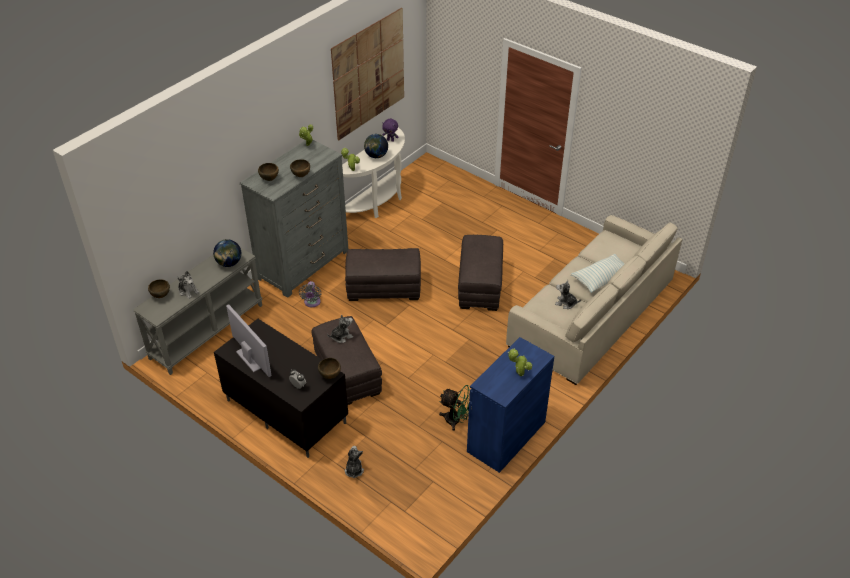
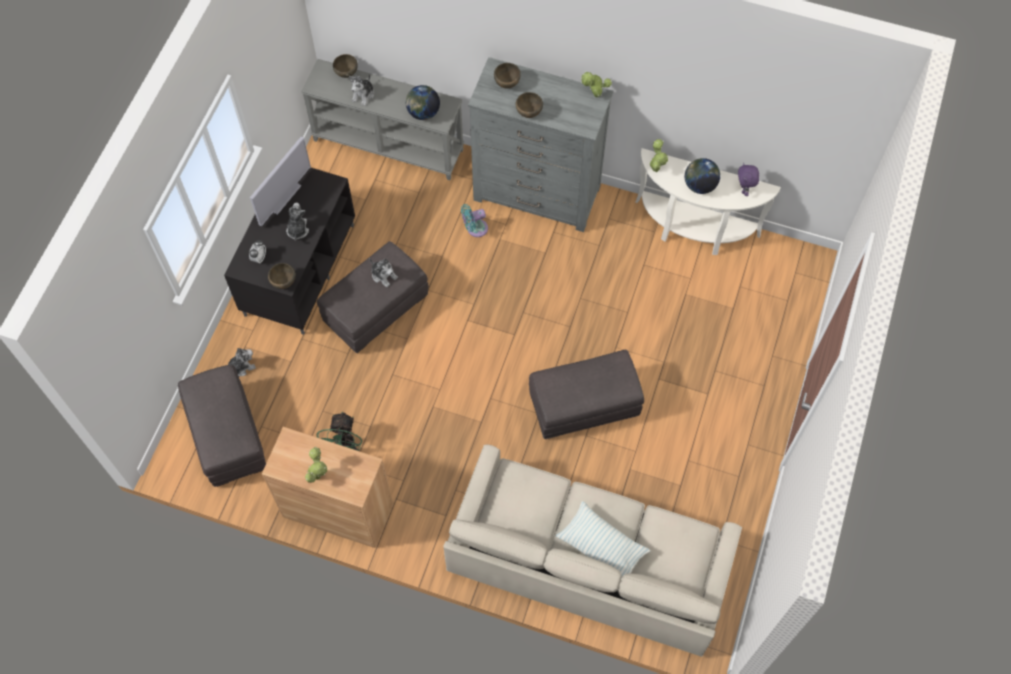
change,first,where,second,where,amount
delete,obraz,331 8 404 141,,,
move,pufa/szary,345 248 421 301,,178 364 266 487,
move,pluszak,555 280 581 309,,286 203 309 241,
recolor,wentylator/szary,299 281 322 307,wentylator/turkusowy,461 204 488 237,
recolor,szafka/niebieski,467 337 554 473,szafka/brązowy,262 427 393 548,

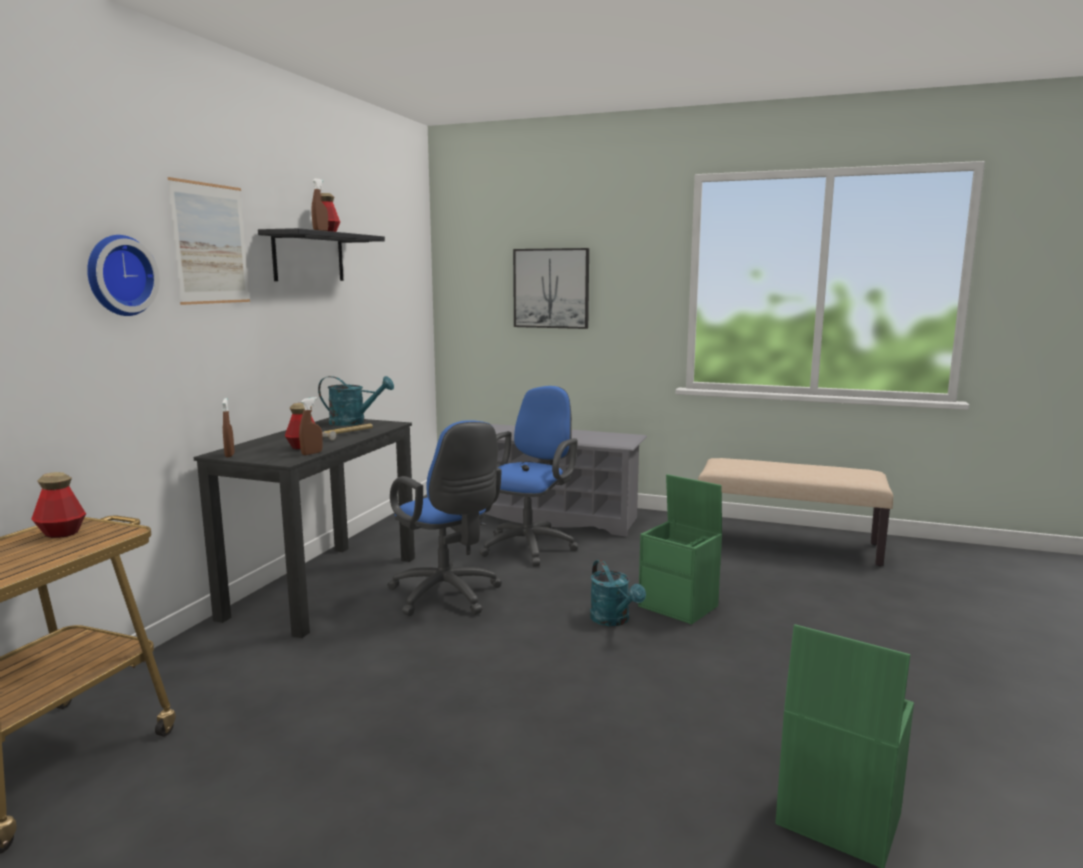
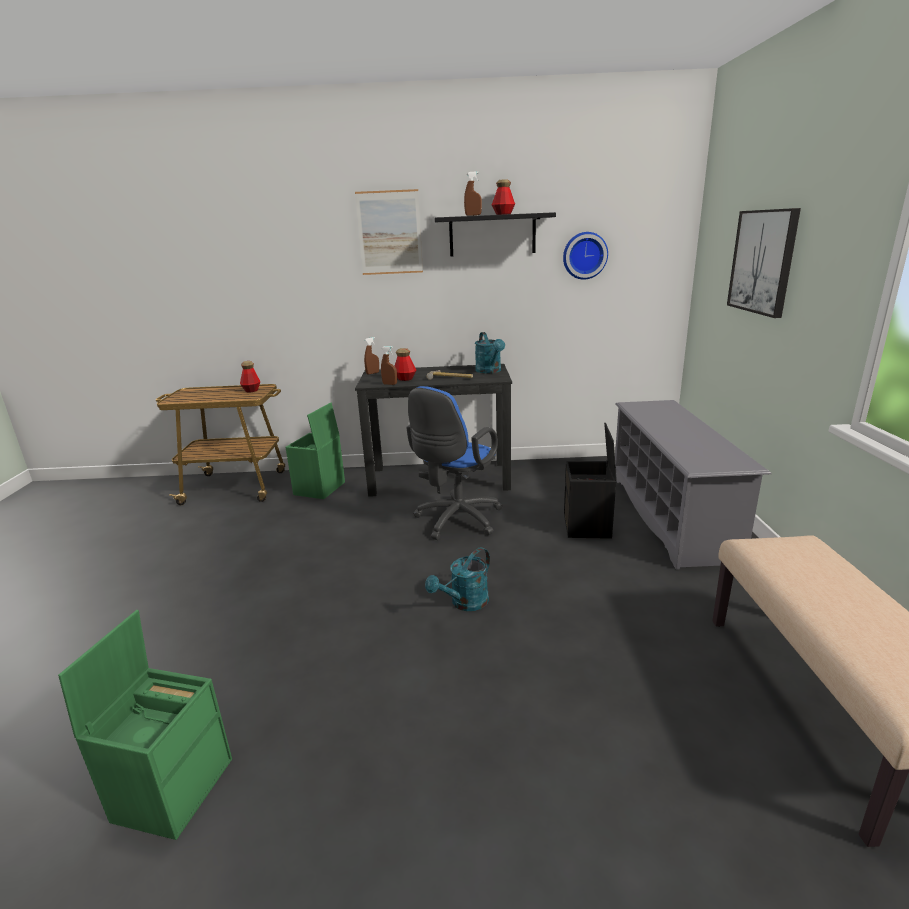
change,first,where,second,where,amount
move,zegar ścienny,87 235 160 316,,563 232 608 280,
replace,krzesło biurowe/niebieski,479 386 579 567,pojemnik do przechowywania/czarny,564 423 617 539,
move,pojemnik do przechowywania/zielony,638 474 722 624,,285 402 345 499,

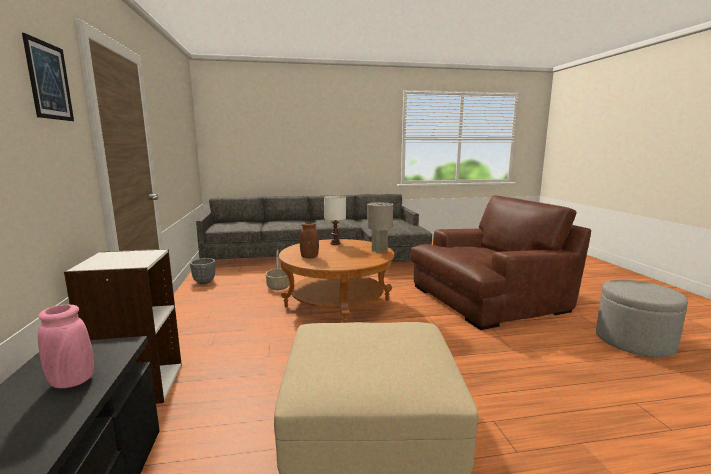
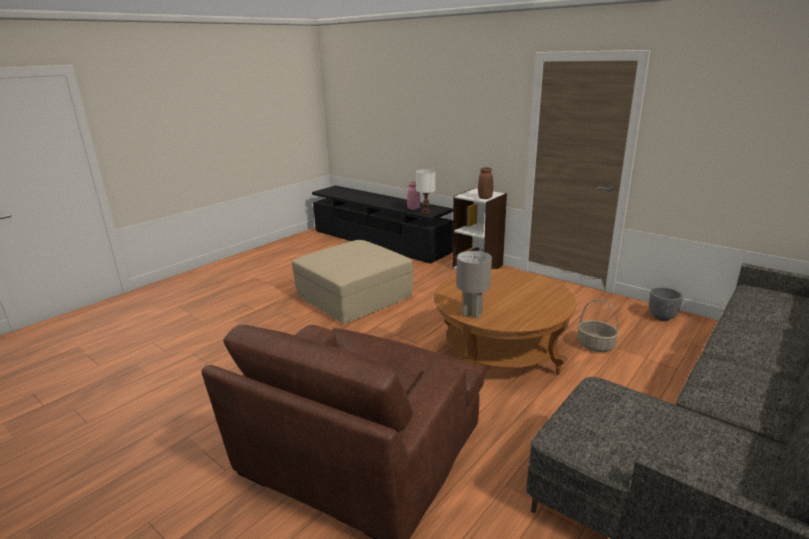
change,first,where,second,where,amount
delete,obraz,22 33 74 121,,,
move,lampa stołowa/biały,324 196 346 245,,416 169 436 214,
move,wazon/brązowy,300 222 319 258,,478 167 493 199,
delete,pufa/szary,596 280 688 357,,,

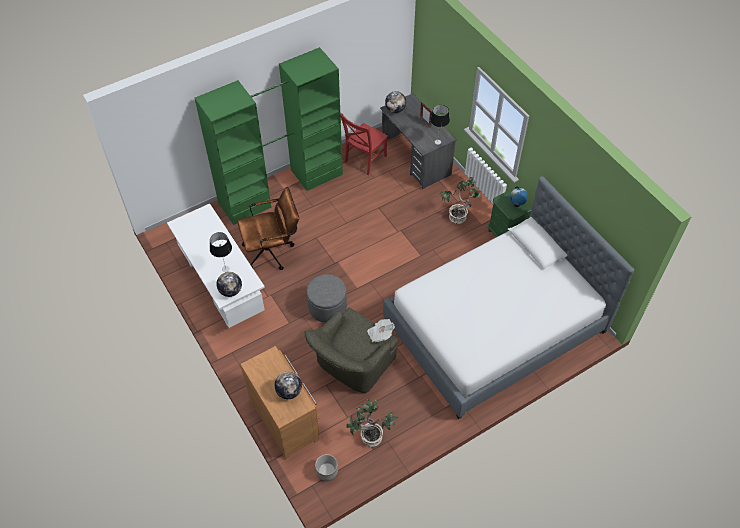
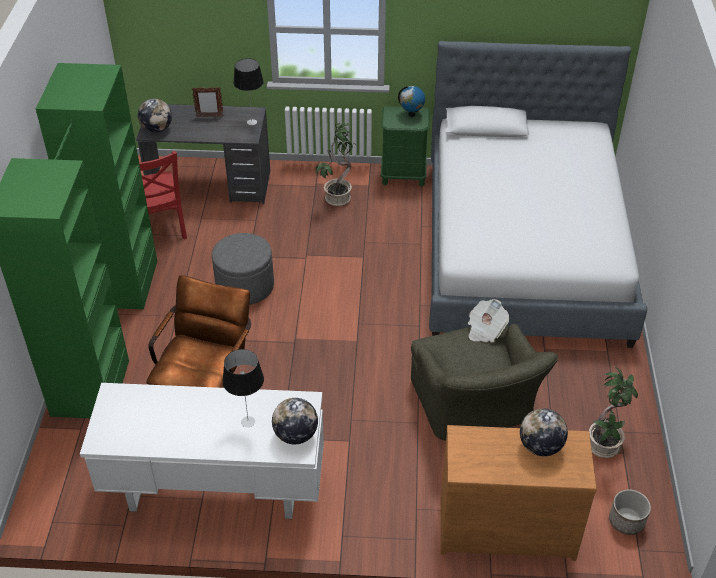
change,first,where,second,where,amount
move,pufa/szary,307 274 347 323,,212 233 274 305,

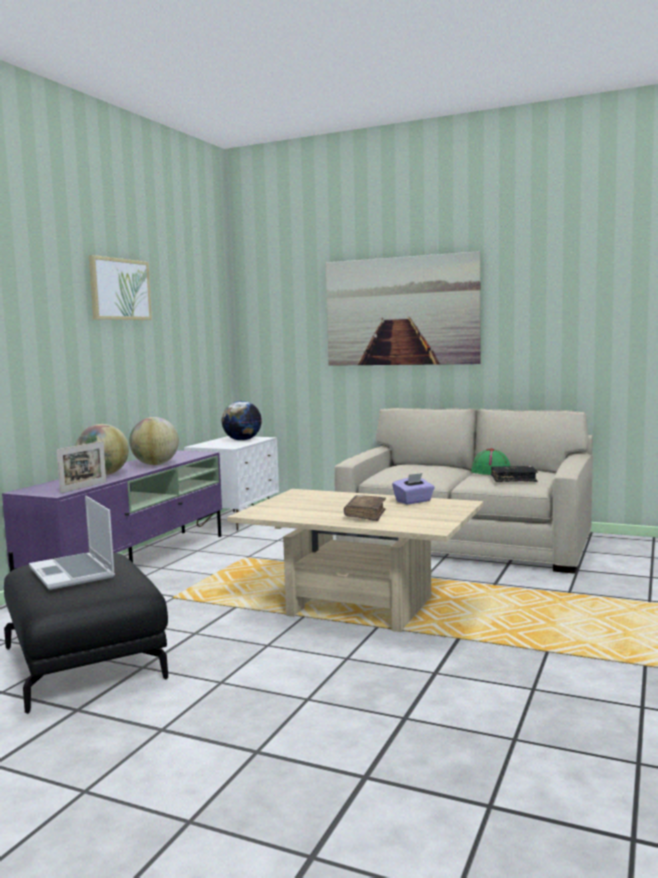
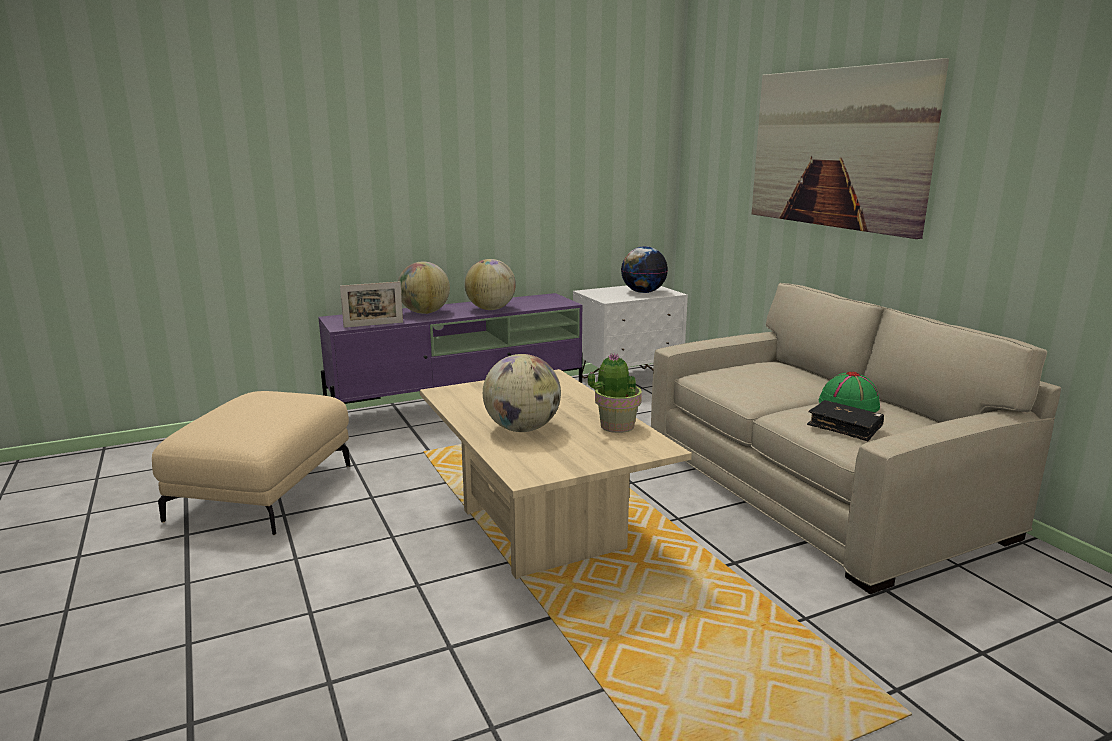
change,first,where,second,where,amount
delete,obraz,89 255 152 320,,,
replace,pudełko chusteczek/fioletowy,392 473 435 504,roślina doniczkowa,587 353 642 433,
replace,książka/brązowy,344 495 386 521,globus,483 354 561 432,
delete,laptop,29 496 115 590,,,
recolor,pufa/czarny,4 553 168 714,pufa/beżowy,152 391 350 535,

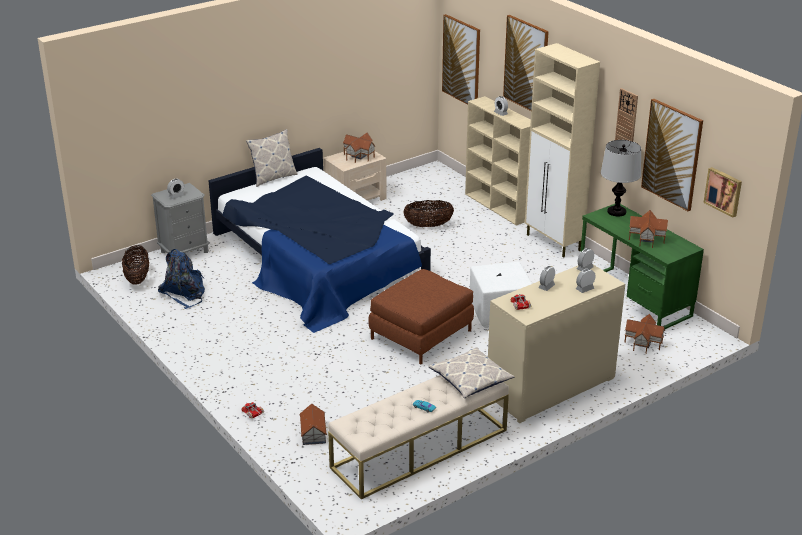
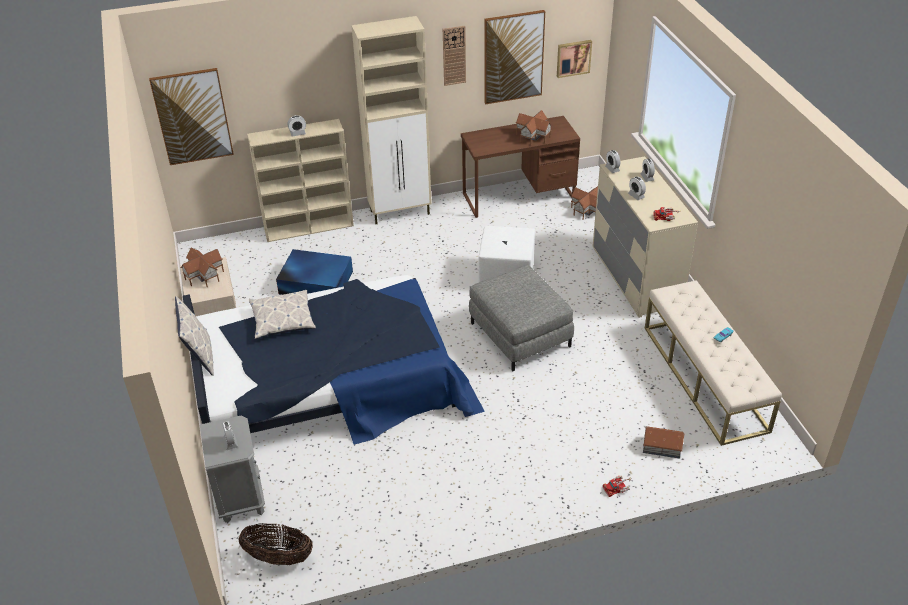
change,first,where,second,where,amount
delete,obraz,503 15 549 111,,,
delete,lampa stołowa,601 140 641 216,,,
replace,koszyk,403 200 454 227,pojemnik do przechowywania/niebieski,276 249 353 295,
recolor,biurko/zielony,580 204 704 329,biurko/brązowy,461 116 580 218,
delete,plecak/niebieski,158 249 205 309,,,
recolor,pufa/brązowy,368 269 474 364,pufa/szary,469 265 574 371,
move,poduszka,429 347 514 398,,249 290 316 339,

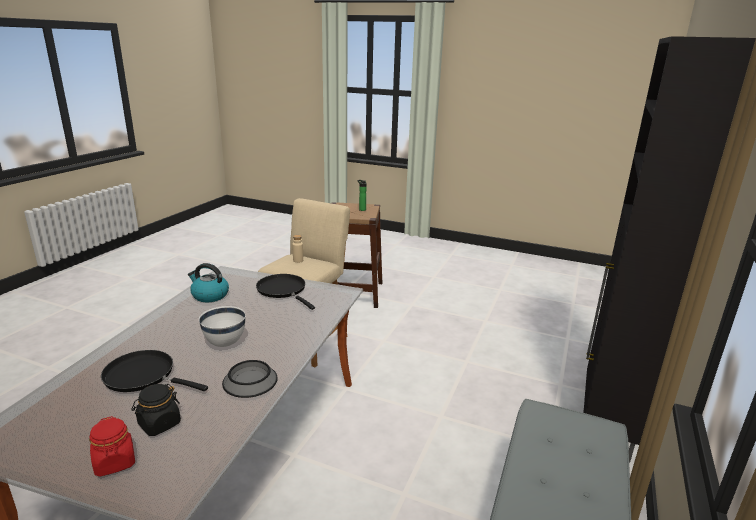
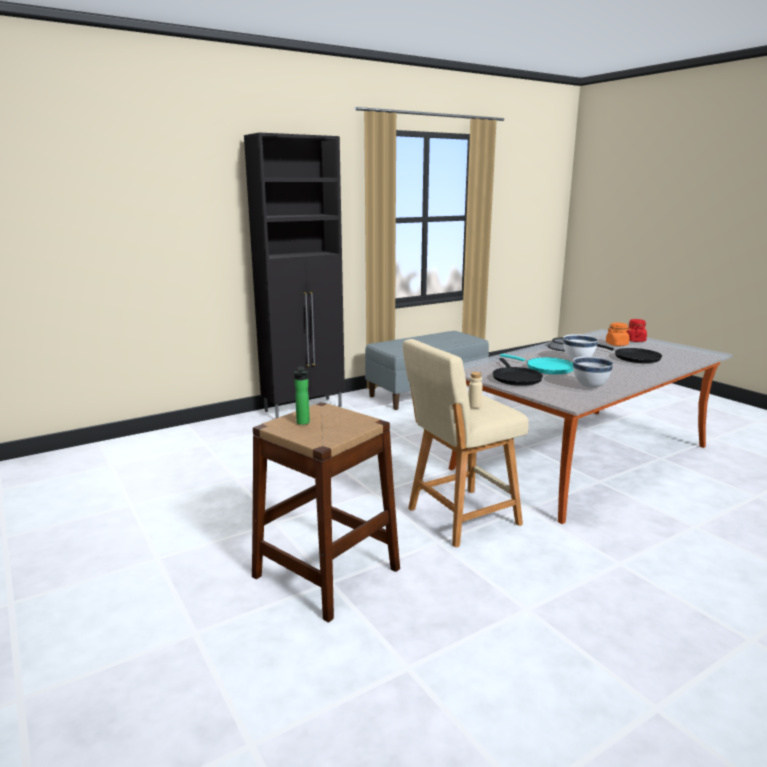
change,first,where,second,where,amount
replace,czajnik,188 263 229 302,miska/biały,573 356 614 388,
recolor,słoik/czarny,131 384 181 436,słoik/pomarańczowy,606 322 631 346,
insert,,,patelnia/turkusowy,500 354 574 374,

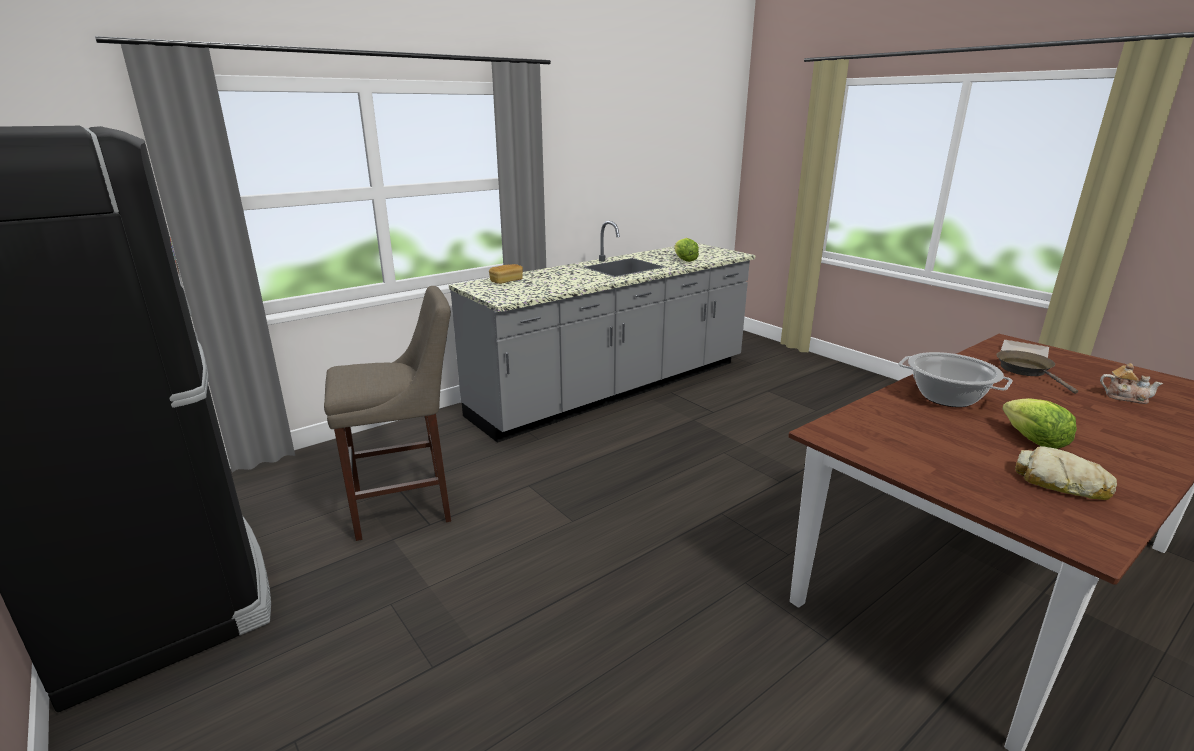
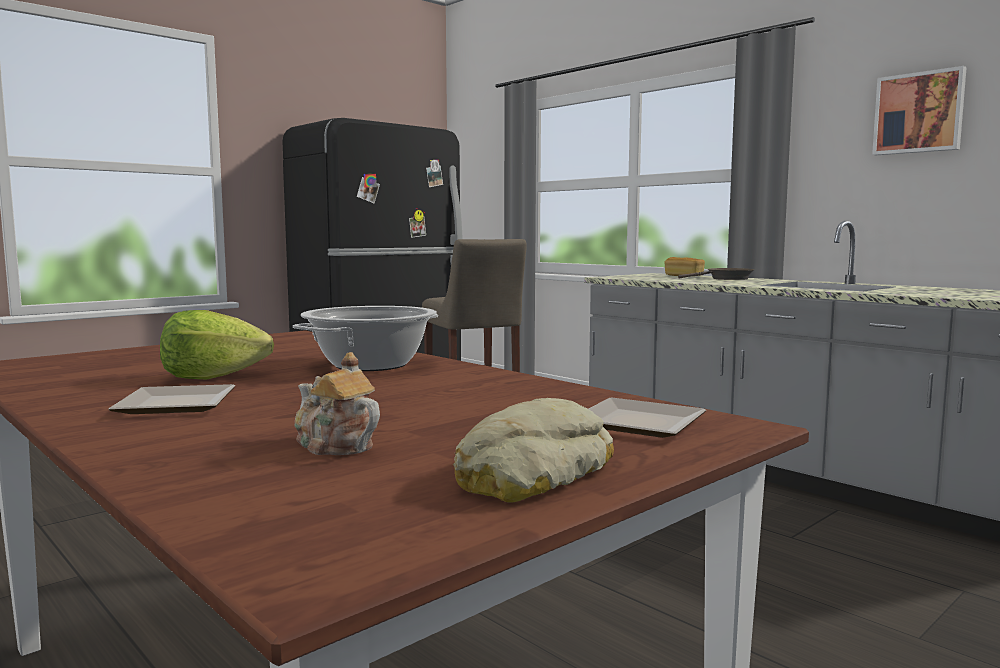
change,first,where,second,where,amount
delete,sałata,674 238 699 262,,,
move,patelnia/brązowy,996 350 1078 394,,678 268 754 280,
rotate,imbryk,1100 363 1163 404,,295 352 380 455,105 degrees clockwise
move,chleb,1015 446 1117 500,,453 398 614 503,
insert,,,obraz,872 66 967 155,
insert,,,talerz,108 384 235 414,

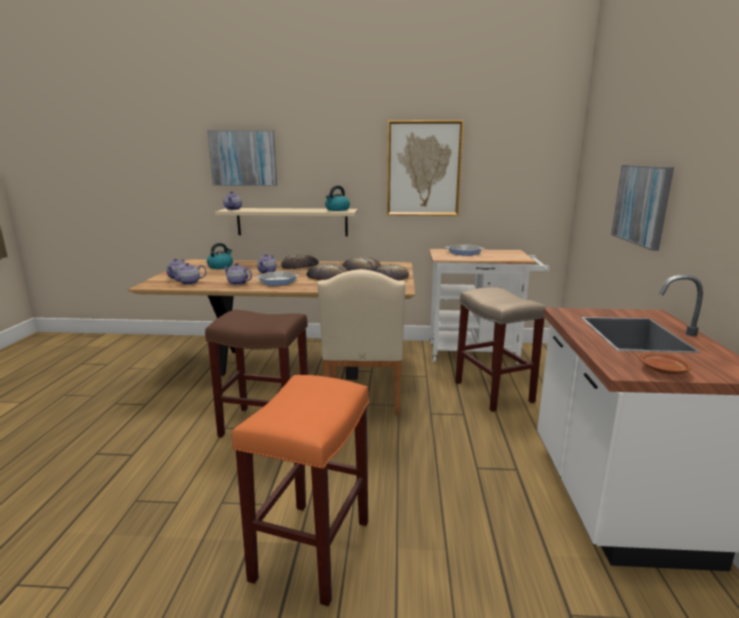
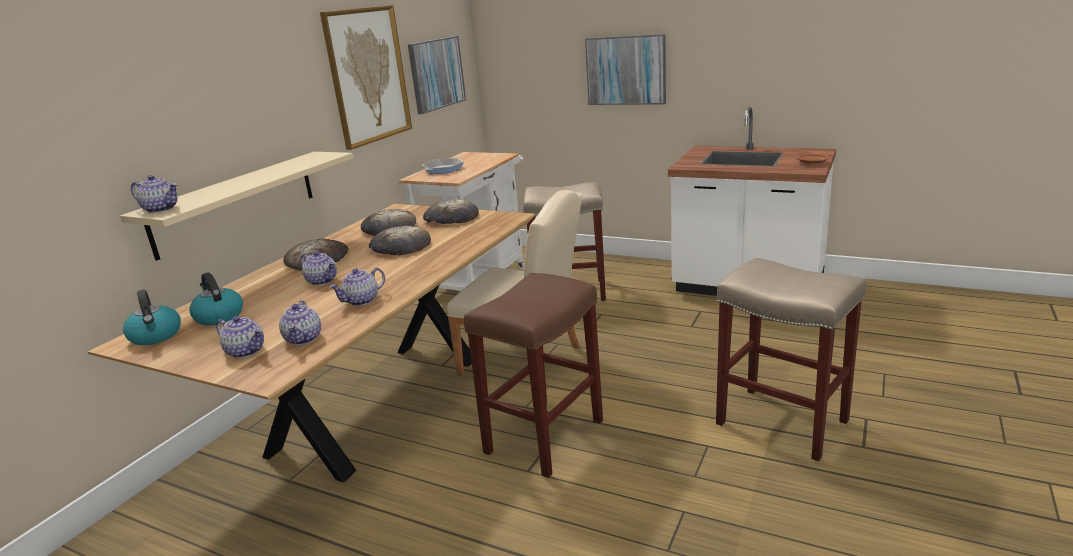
change,first,where,second,where,amount
move,obraz,207 130 277 186,,408 36 466 114,
move,czajnik,325 186 350 211,,123 289 181 345,
delete,patelnia,256 271 299 285,,,
recolor,stołek/pomarańczowy,232 375 369 607,stołek/beżowy,716 258 866 461,

